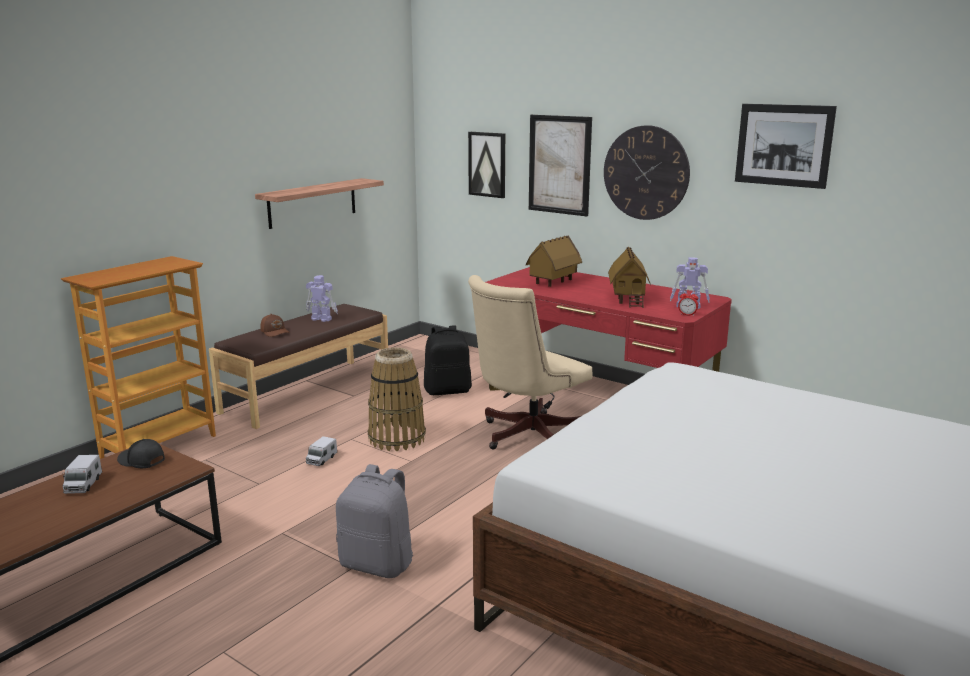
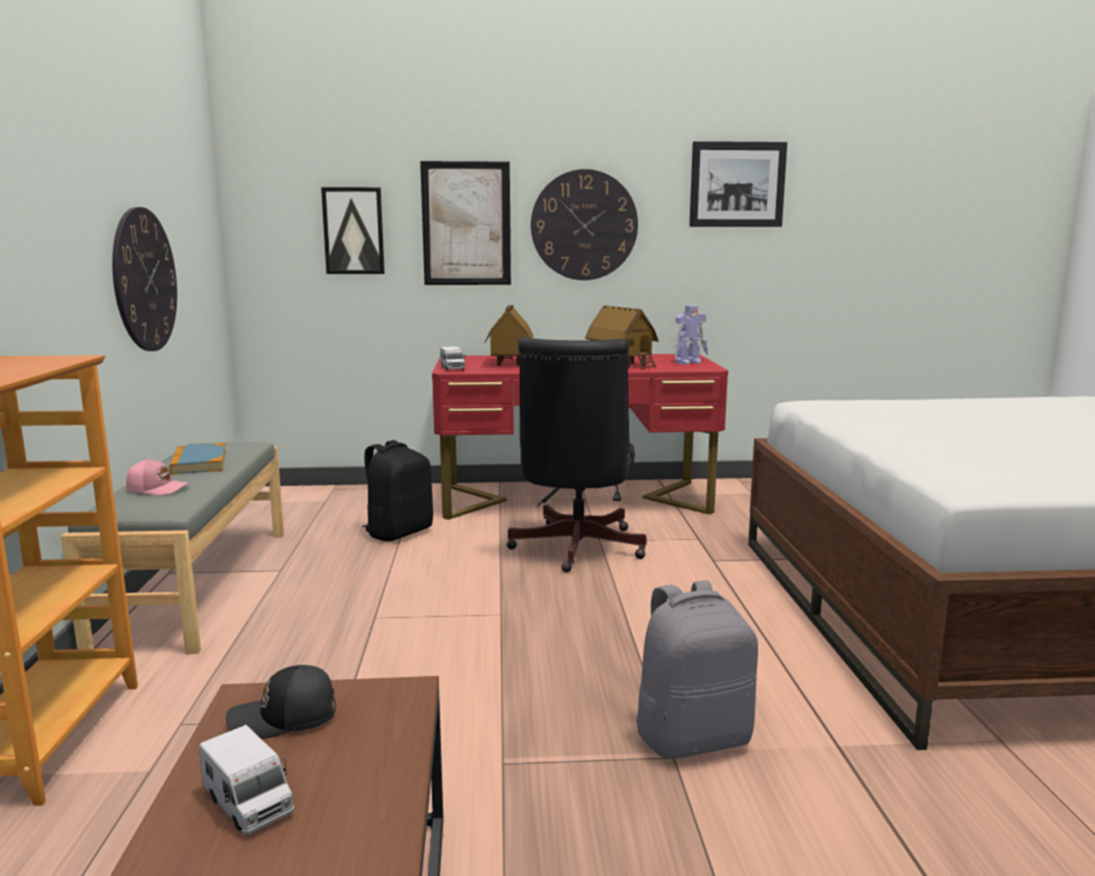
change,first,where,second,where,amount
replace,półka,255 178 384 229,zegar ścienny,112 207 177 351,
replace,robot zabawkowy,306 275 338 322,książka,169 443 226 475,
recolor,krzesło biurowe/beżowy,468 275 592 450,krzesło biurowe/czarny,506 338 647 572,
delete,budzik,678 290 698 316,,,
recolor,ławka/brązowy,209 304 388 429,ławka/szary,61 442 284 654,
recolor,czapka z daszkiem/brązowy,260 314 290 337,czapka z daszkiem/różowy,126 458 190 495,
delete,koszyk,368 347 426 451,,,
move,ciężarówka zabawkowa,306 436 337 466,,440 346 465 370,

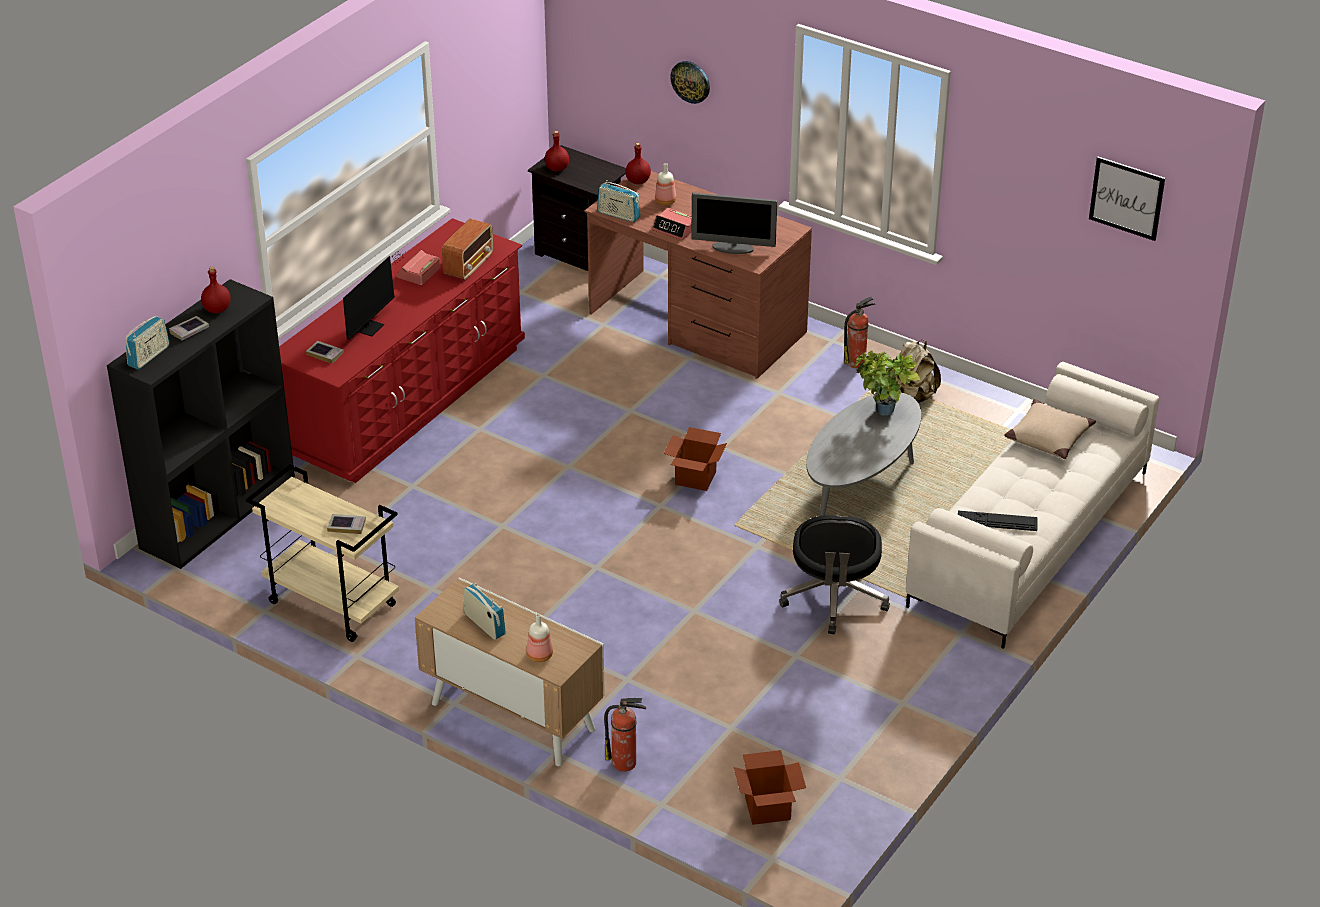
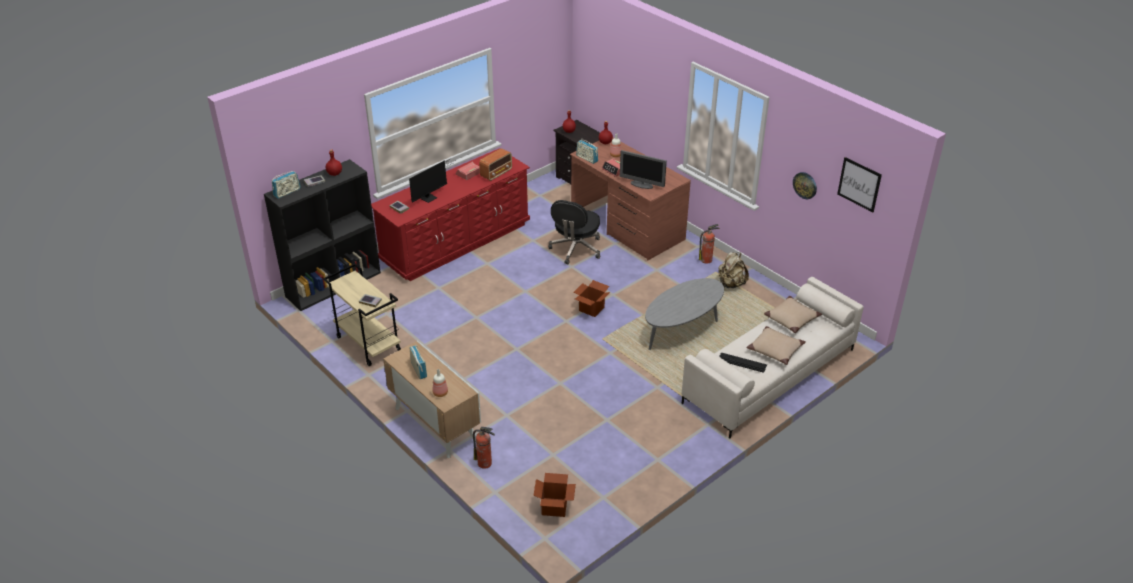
change,first,where,second,where,amount
move,zegar ścienny,670 61 710 104,,793 172 817 199,
delete,roślina doniczkowa,854 350 920 416,,,
move,krzesło biurowe/czarny,779 515 890 635,,548 200 601 264,
insert,,,poduszka/beżowy,746 326 806 365,

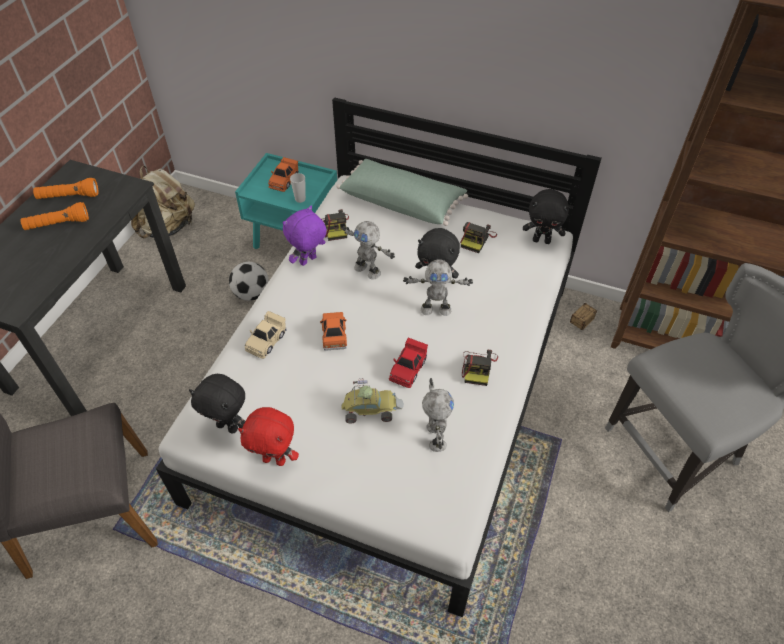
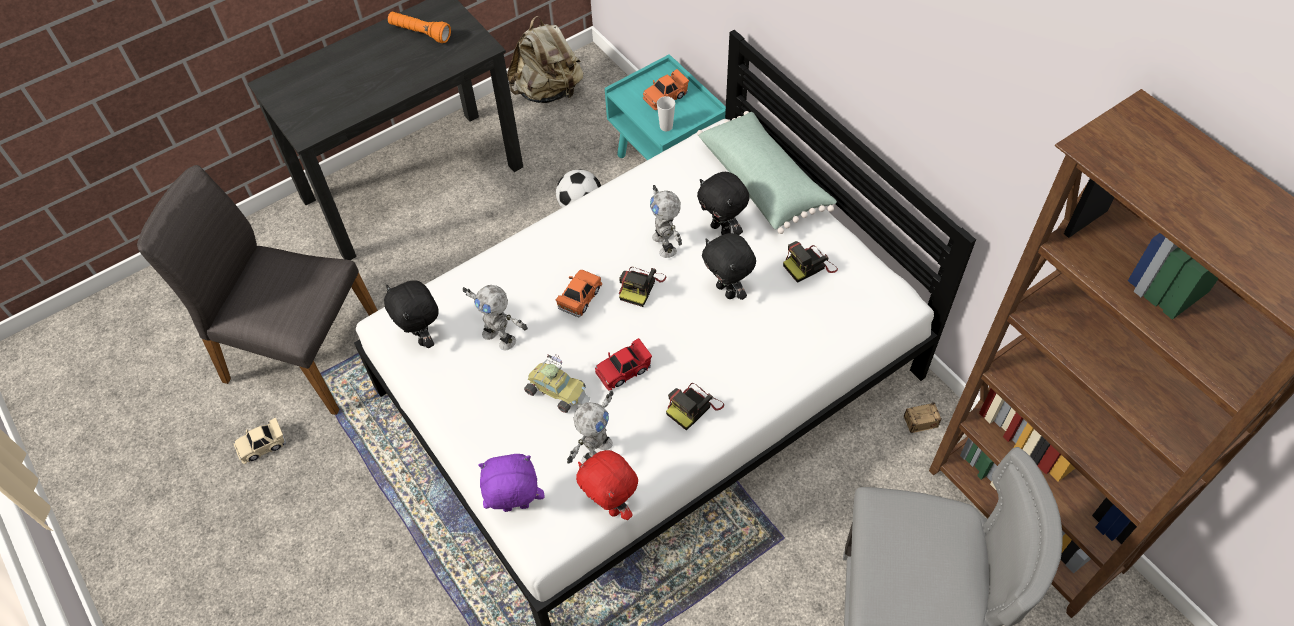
change,first,where,second,where,amount
move,pluszak/czarny,523 189 569 244,,697 172 749 235,
delete,latarka/pomarańczowy,20 202 89 230,,,
move,pluszak/fioletowy,283 206 327 266,,478 454 544 512,
move,aparat fotograficzny,323 209 349 241,,619 267 666 307,
move,robot zabawkowy,403 259 473 316,,463 285 528 350,
move,samochodzik/beżowy,245 311 286 359,,234 417 286 464,
move,pluszak/czerwony,238 407 299 466,,576 450 638 520,

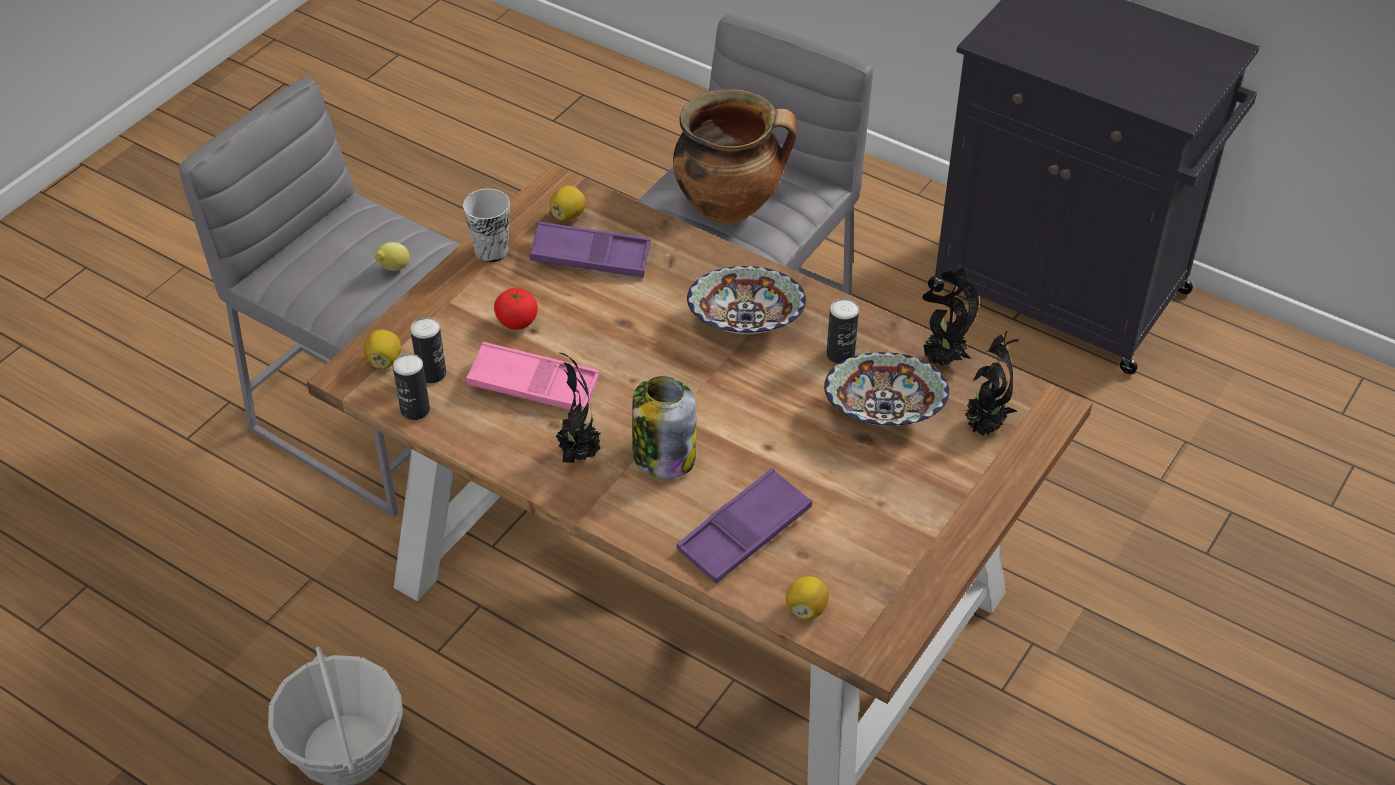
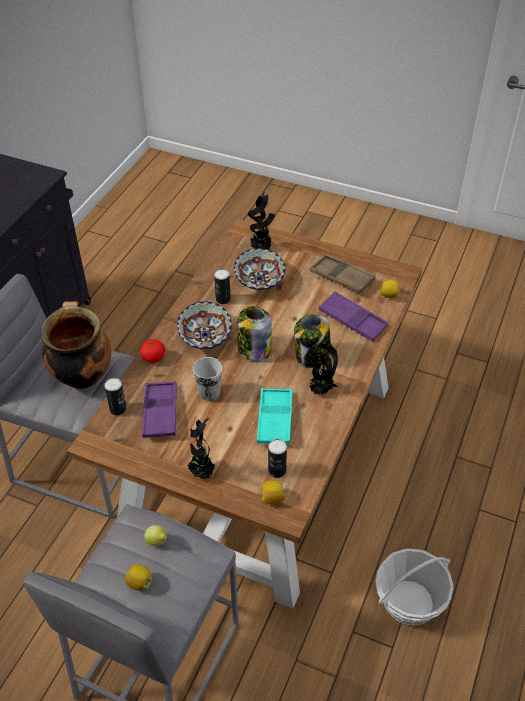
change,first,where,second,where,amount
move,cytryna,550 185 586 221,,125 564 152 591,
move,filiżanka,463 189 510 262,,193 357 222 401,
move,roślina doniczkowa,923 266 979 366,,187 418 218 480,
move,pomidor,494 288 538 330,,140 339 165 363,
recolor,taca/różowy,466 342 600 411,taca/turkusowy,257 388 293 444,
move,puszka,393 353 430 420,,104 378 127 415,
insert,,,taca/brązowy,310 254 376 293,
insert,,,słoik,238 306 272 361,

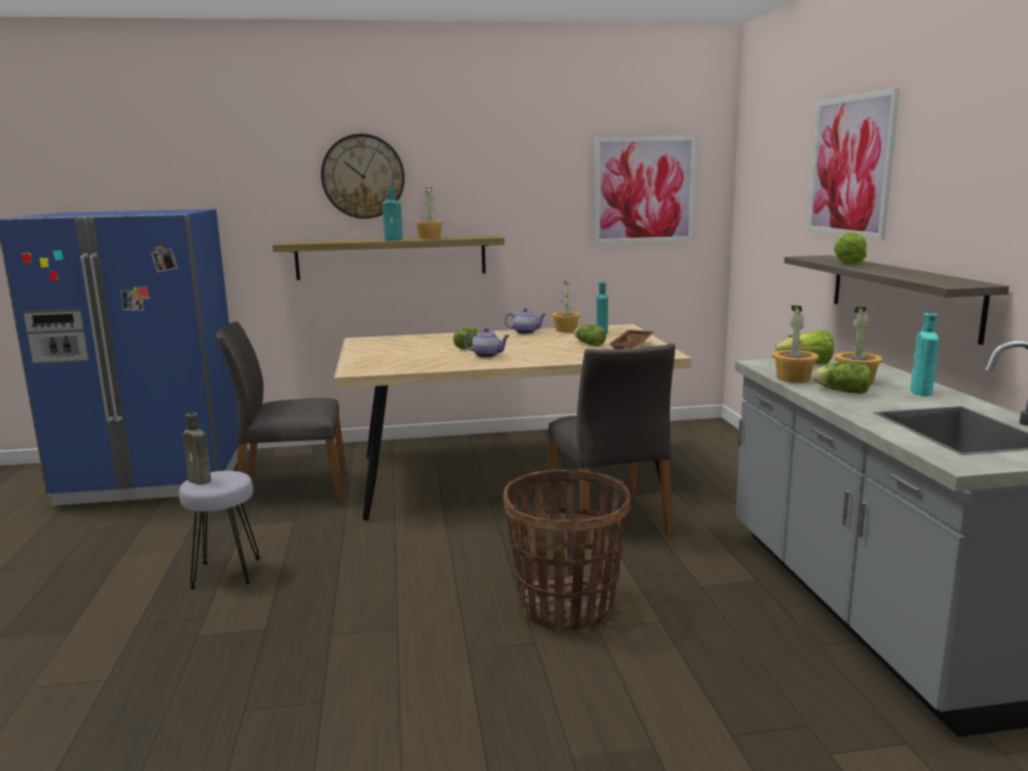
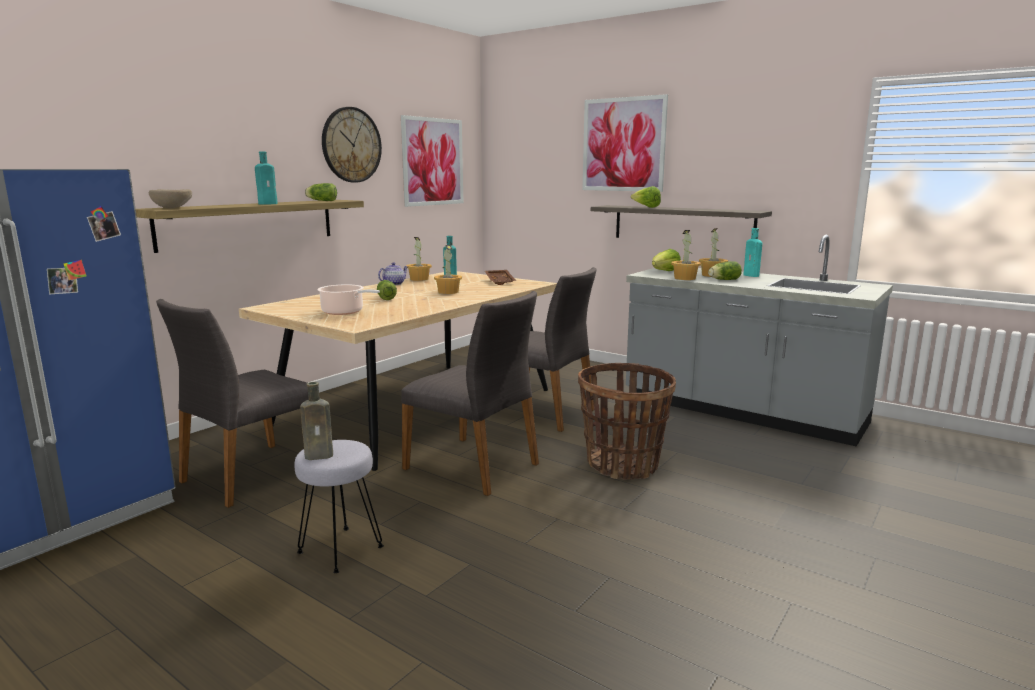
change,first,where,second,where,amount
move,zegar ścienny,321 134 405 219,,322 107 382 183,
move,roślina doniczkowa,414 188 444 239,,434 245 462 294,
move,sałata,574 325 606 346,,305 183 337 201,
delete,imbryk,463 328 509 358,,,
insert,,,miska/beżowy,149 189 192 208,
insert,,,garnek,317 284 380 315,
insert,,,krzesło/szary,401 291 539 496,

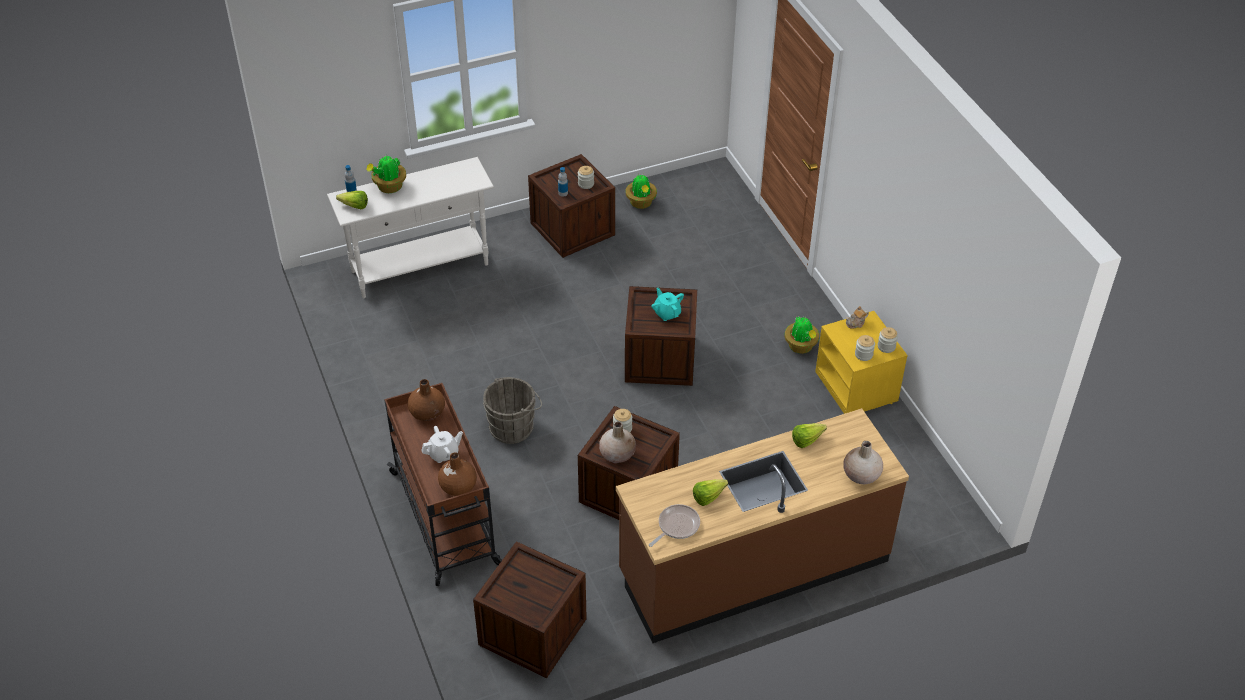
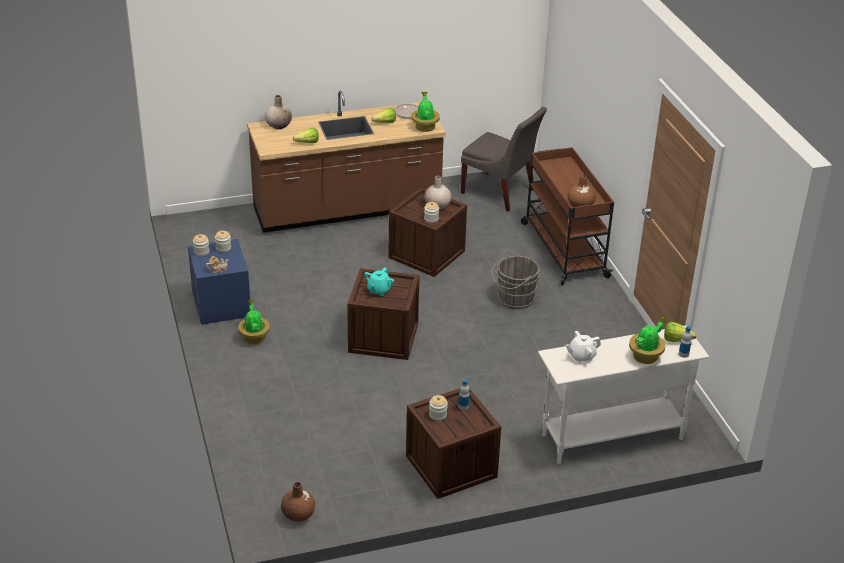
change,first,where,second,where,amount
move,roślina doniczkowa,626 174 657 209,,411 92 440 132,
rotate,imbryk/turkusowy,651 288 684 321,,364 267 394 296,45 degrees clockwise
recolor,szafka nocna/żółty,815 311 908 414,szafka nocna/niebieski,188 239 250 325,
move,imbryk/biały,421 426 463 463,,566 331 601 363,
move,wazon/brązowy,438 452 477 496,,281 482 315 522,
replace,skrzynka,473 541 587 678,krzesło/szary,461 107 547 212,

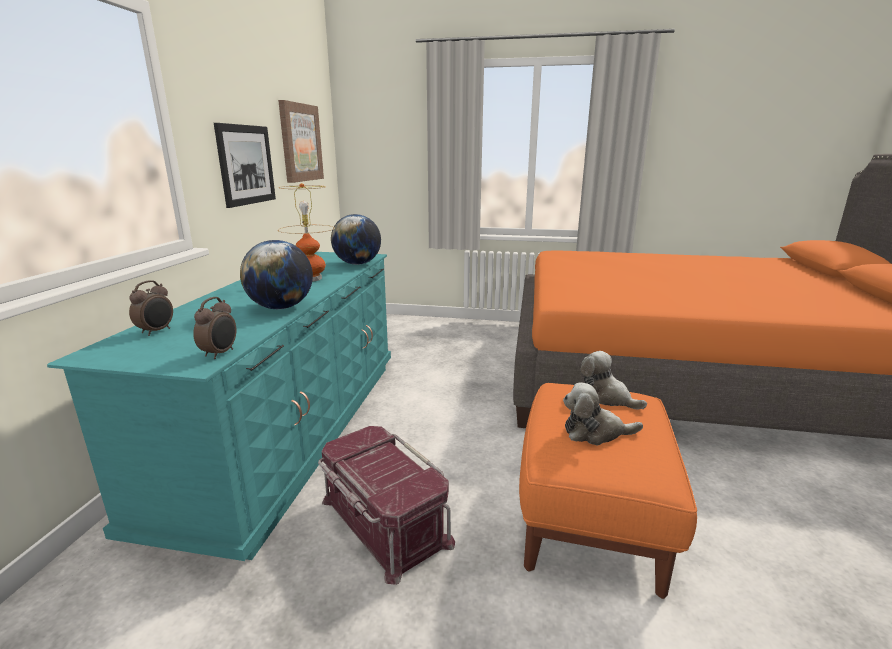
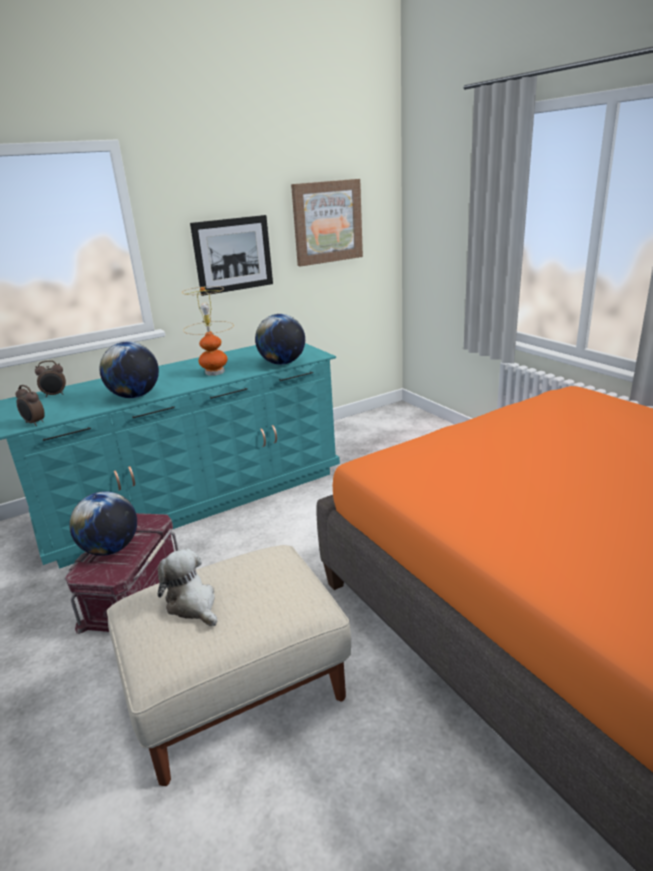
change,first,where,second,where,amount
rotate,budzik,193 297 236 359,,15 385 45 426,60 degrees clockwise
delete,pluszak,580 351 647 410,,,
recolor,pufa/pomarańczowy,519 383 697 599,pufa/beżowy,107 545 351 786,
insert,,,globus,69 491 137 556,

